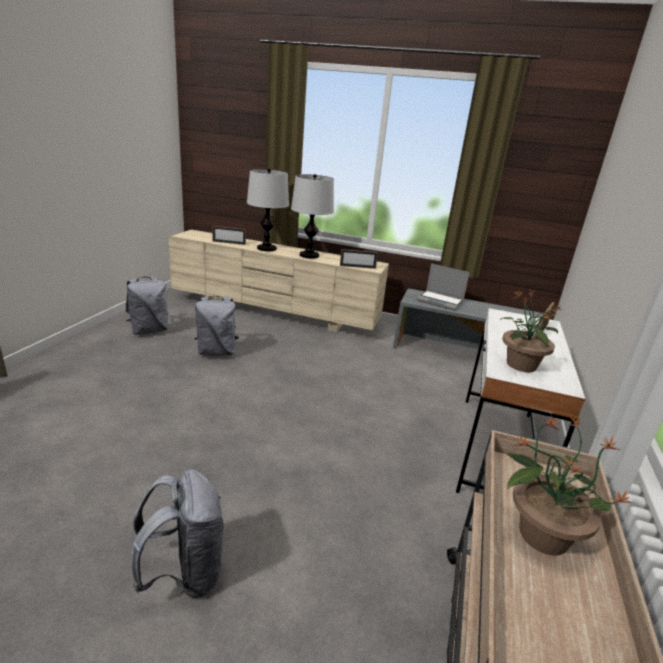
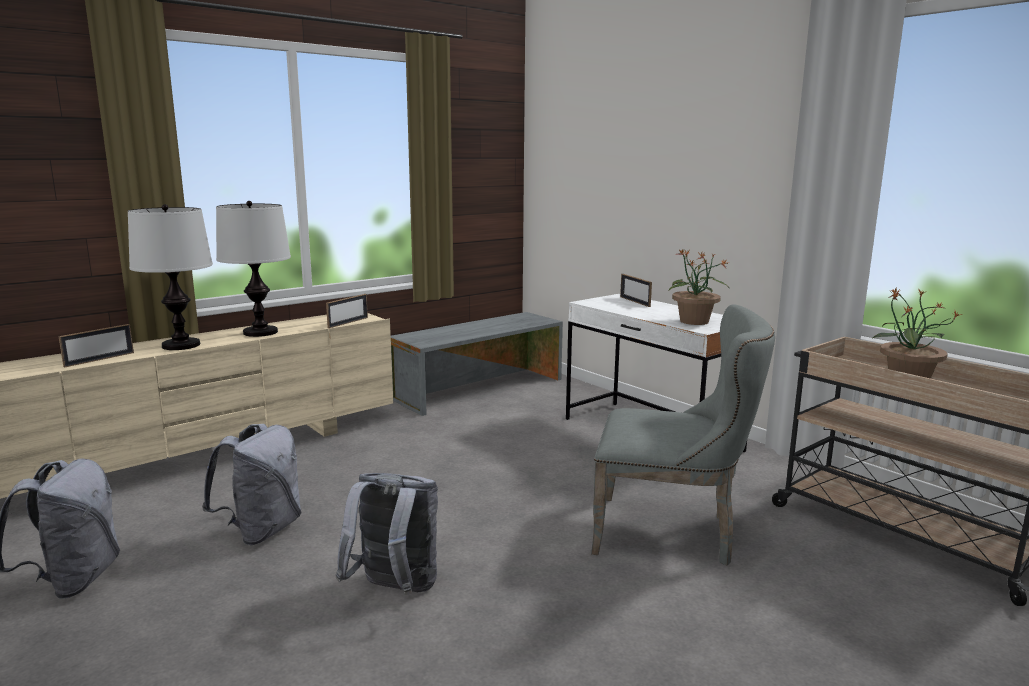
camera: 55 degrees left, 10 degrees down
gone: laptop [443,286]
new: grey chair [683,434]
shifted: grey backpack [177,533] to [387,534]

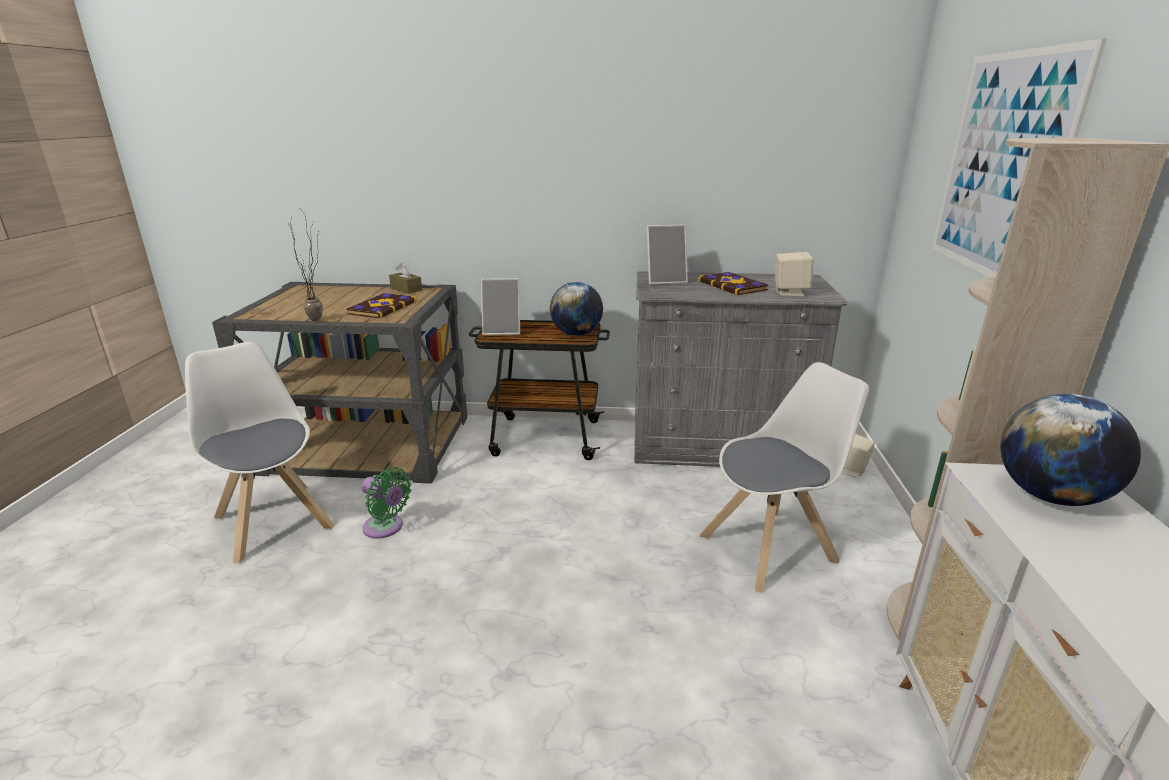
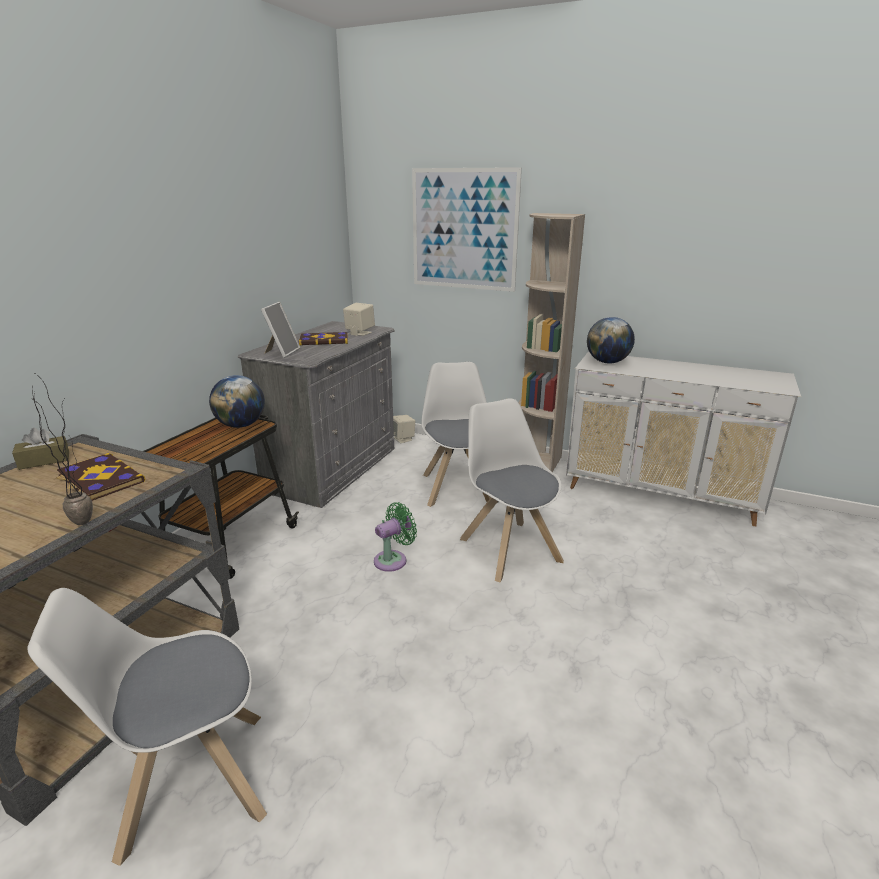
camera: 70 degrees left, 0 degrees up
gone: picture frame [500,306]
new: chair [512,490]
shifted: green fan [386,503] to [395,537]

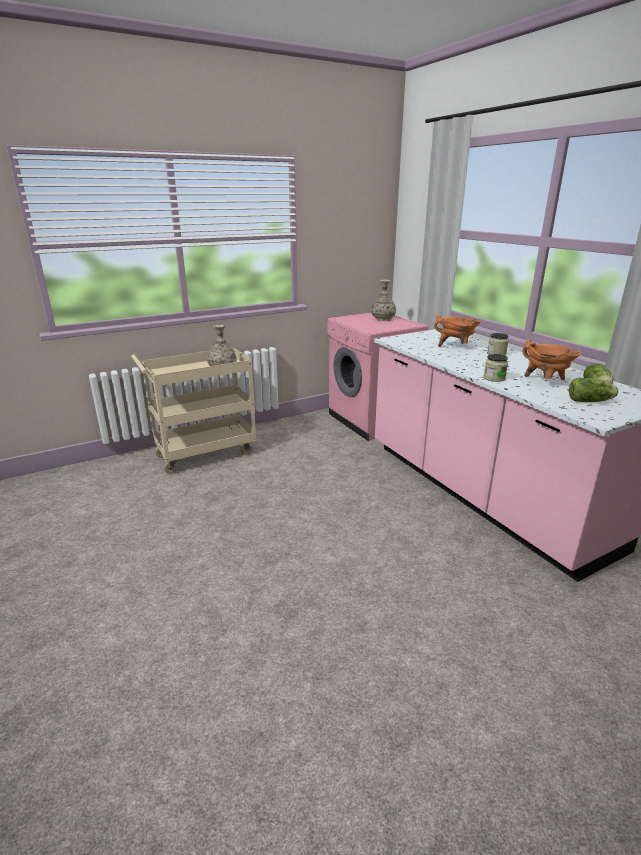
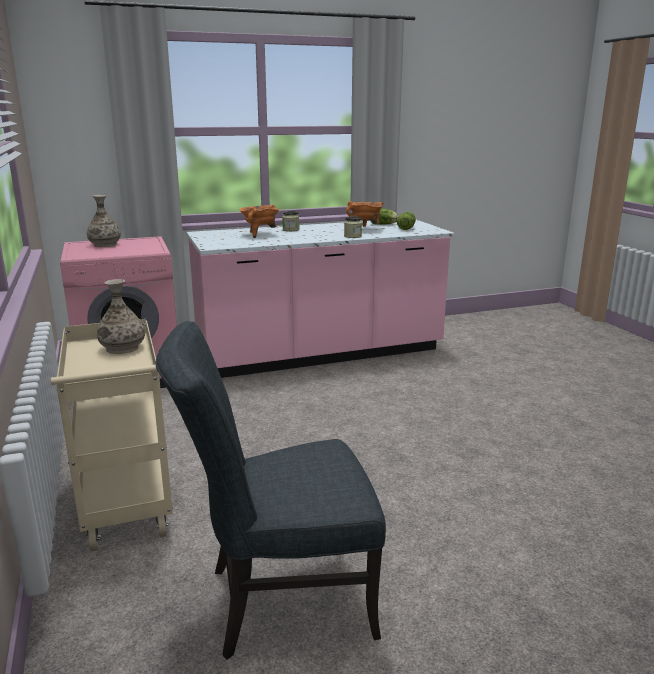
camera: 80 degrees left, 5 degrees down
new: grey chair [271,490]

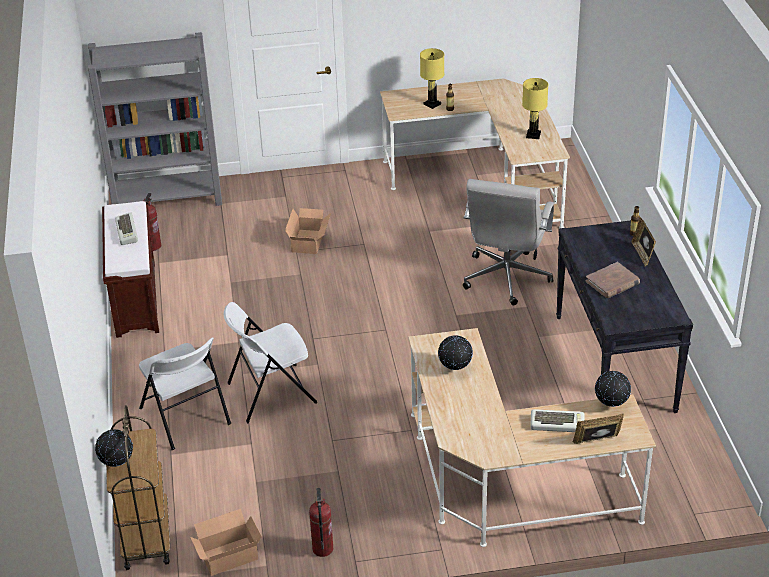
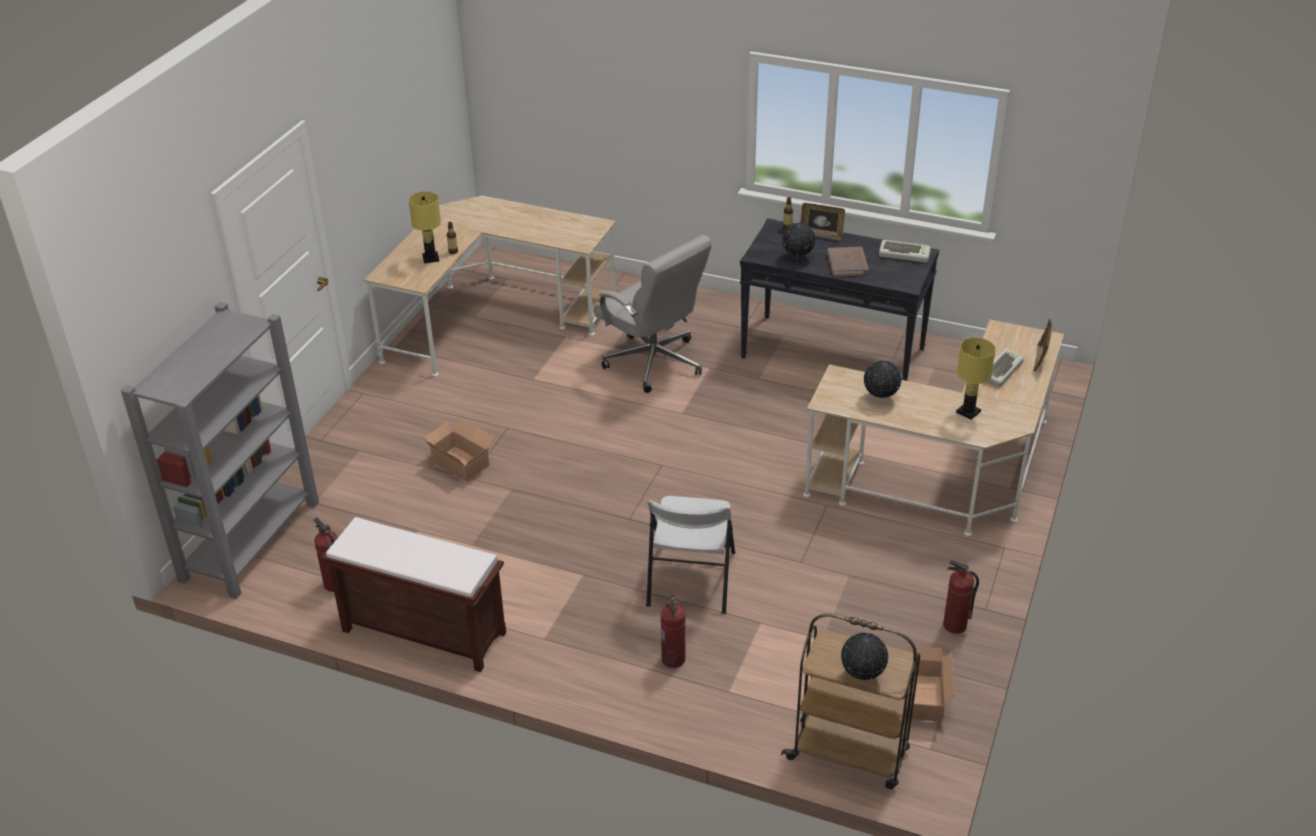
camera: 60 degrees left, 0 degrees up
shifted: keyboard [126,228] to [905,251]; yellow table lamp [535,108] to [976,379]; globe [613,389] to [799,239]
swapped: white chair [185,393] to fire extinguisher [673,631]

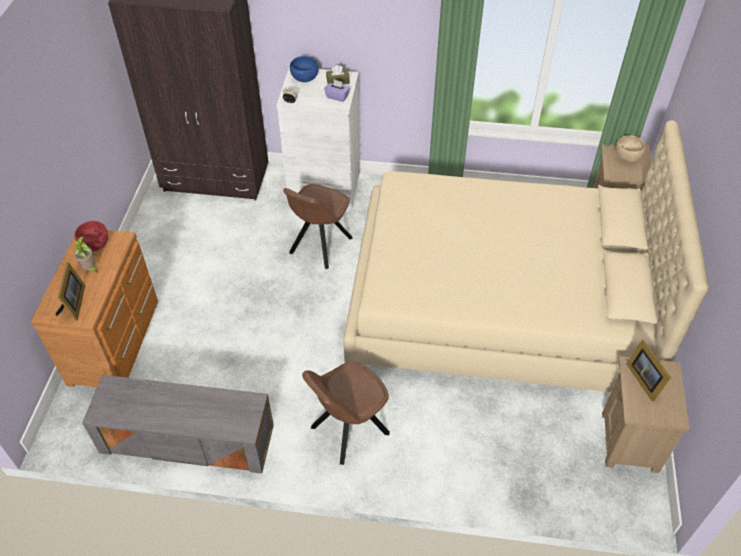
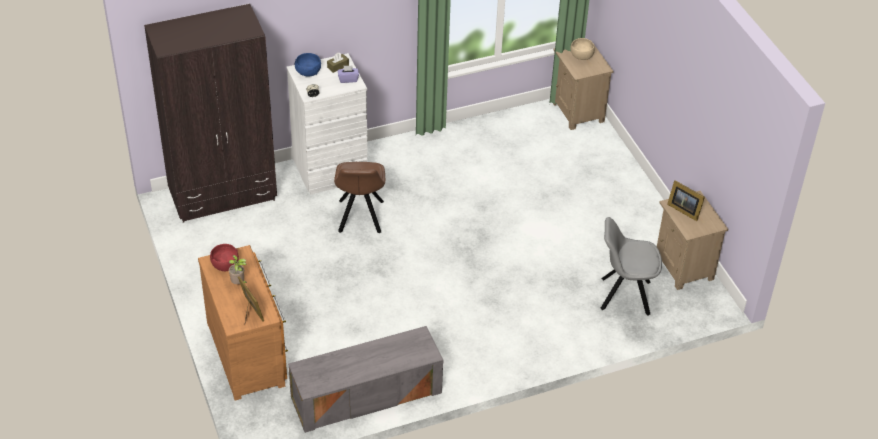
camera: 30 degrees left, 5 degrees down
gone: brown chair [346,413]; beige bed [526,256]
new: grey chair [631,266]

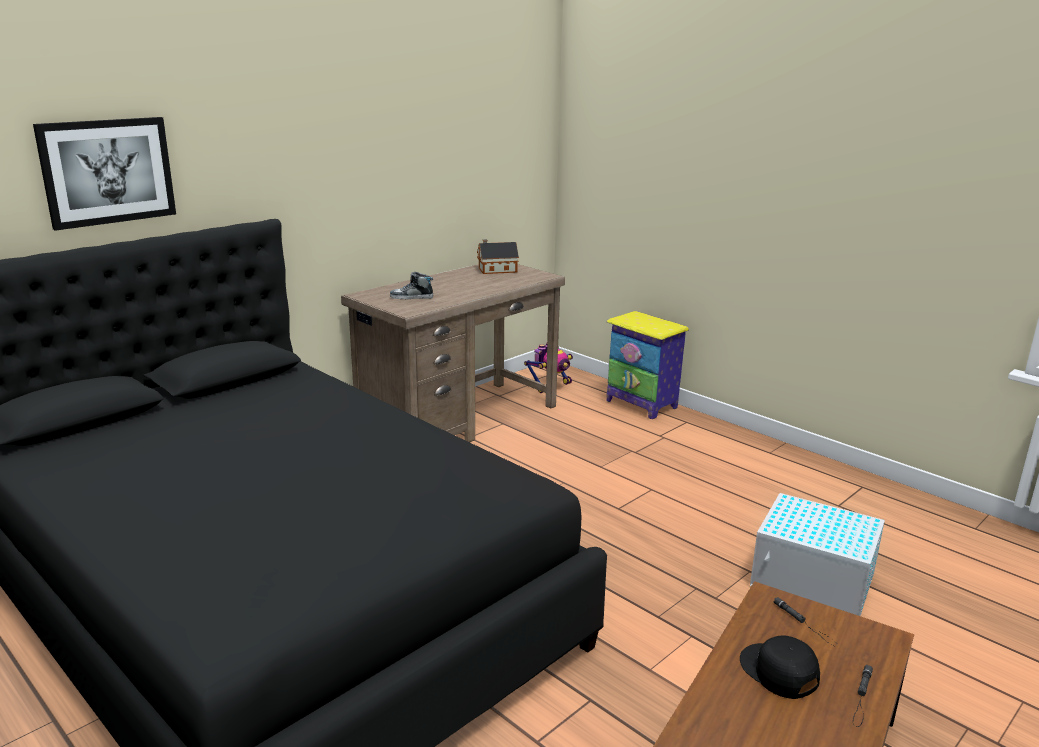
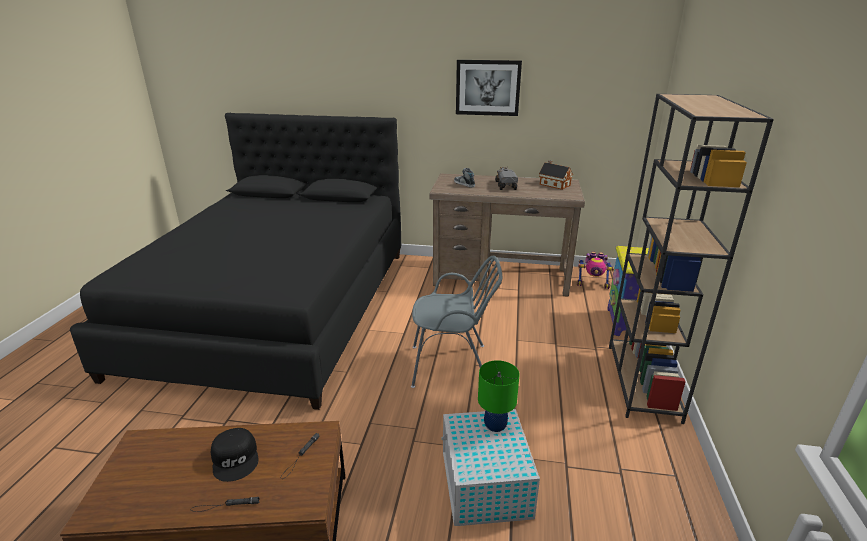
camera: 55 degrees right, 5 degrees up
new: grey chair [456,322]; green table lamp [499,396]; toy truck [506,178]; bookcase [691,259]
shifted: picture [104,174] to [489,88]
rotated: black cap [780,667] = [235,455] 135 degrees clockwise

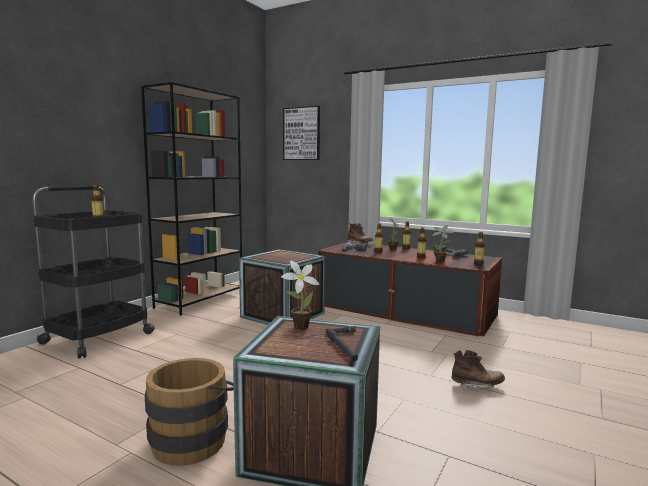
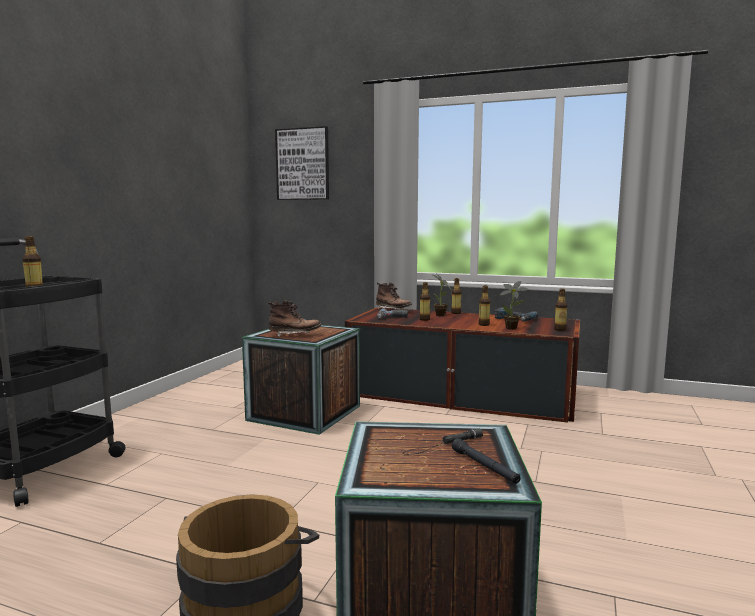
camera: 10 degrees left, 0 degrees up
gone: beige bookcase [191,199]; potted plant [300,295]
shifted: brown boot [478,370] to [294,318]

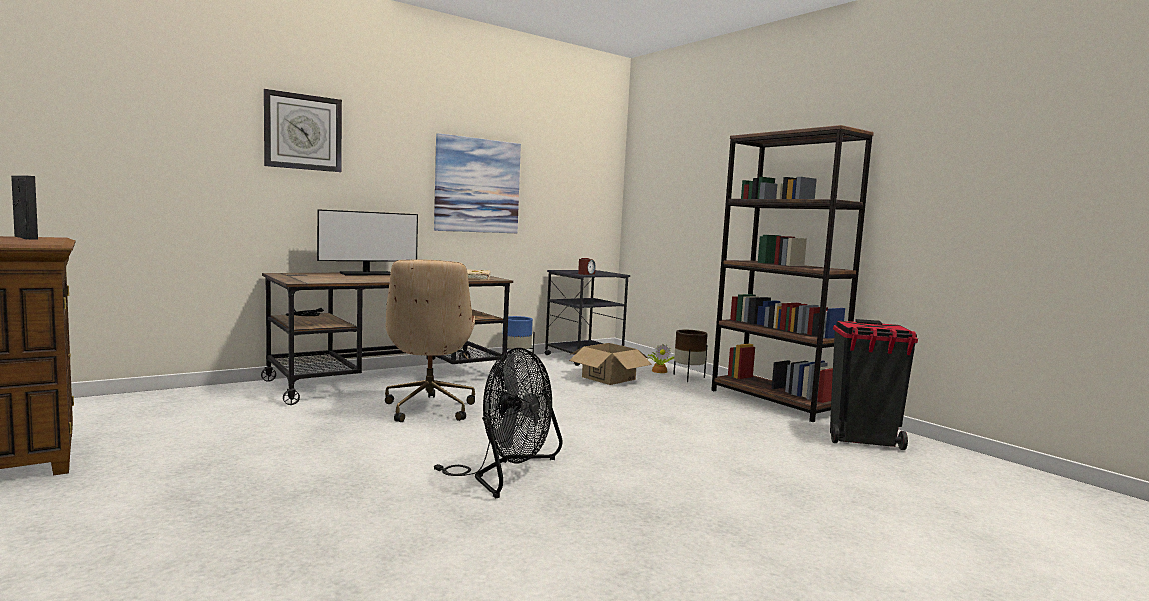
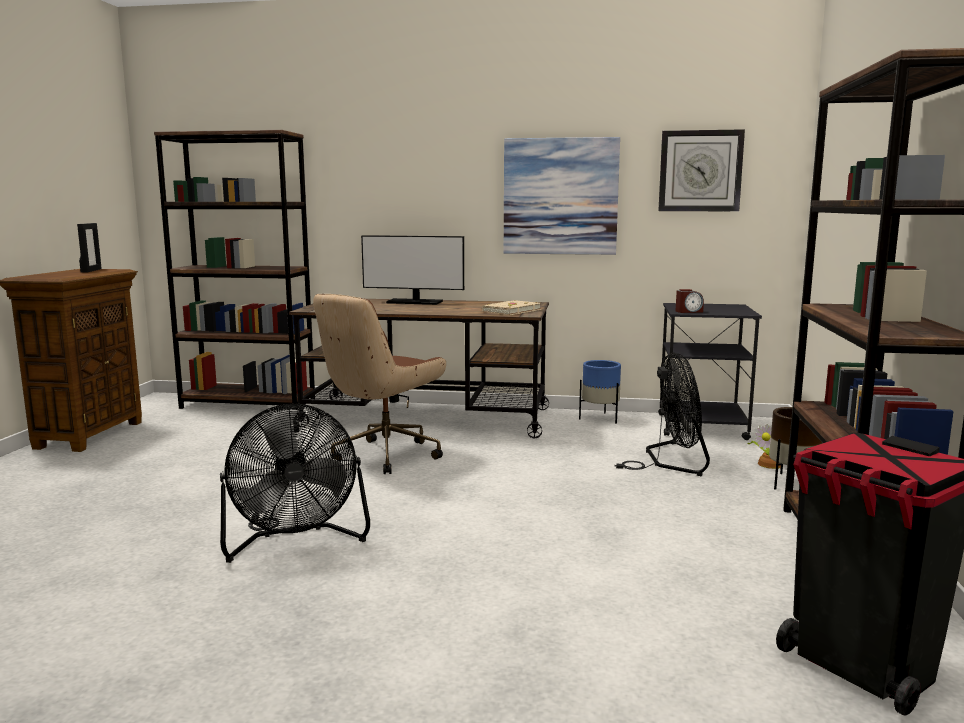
camera: 45 degrees right, 5 degrees up
new: brown bookcase [234,269]
shifted: wall clock [303,130] to [701,170]
swapped: cardboard box [610,364] to black fan [662,414]

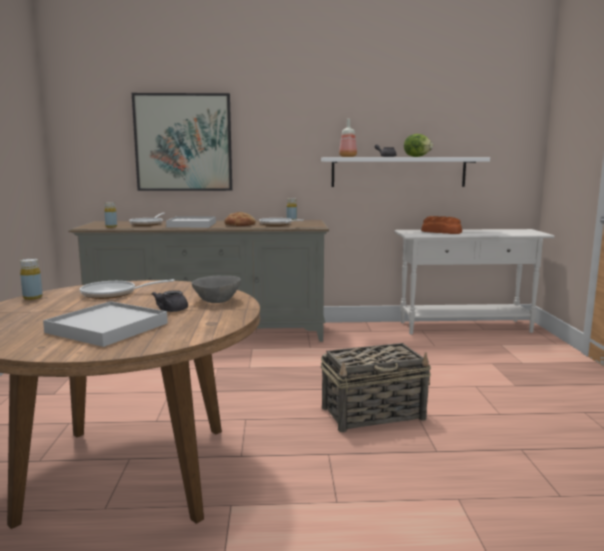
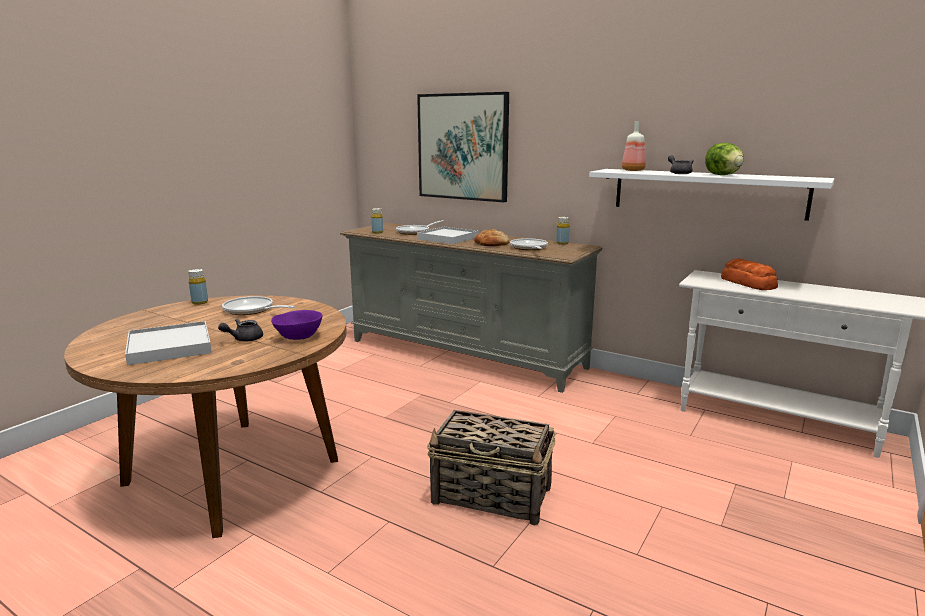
camera: 35 degrees right, 5 degrees up
repainted: grey bowl [216,289] to purple bowl [297,325]

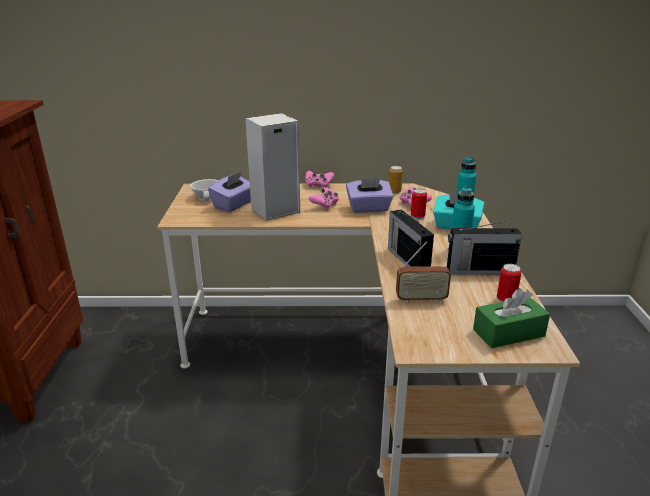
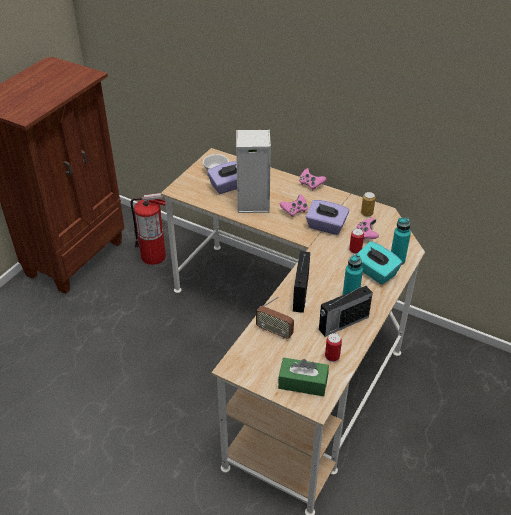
camera: 30 degrees right, 15 degrees up
new: fire extinguisher [148,229]
rotated: radio [484,246] = [346,310] 60 degrees counterclockwise

